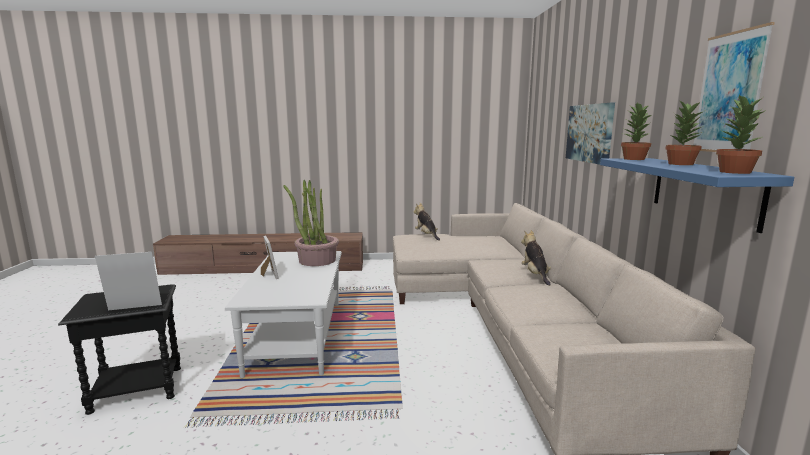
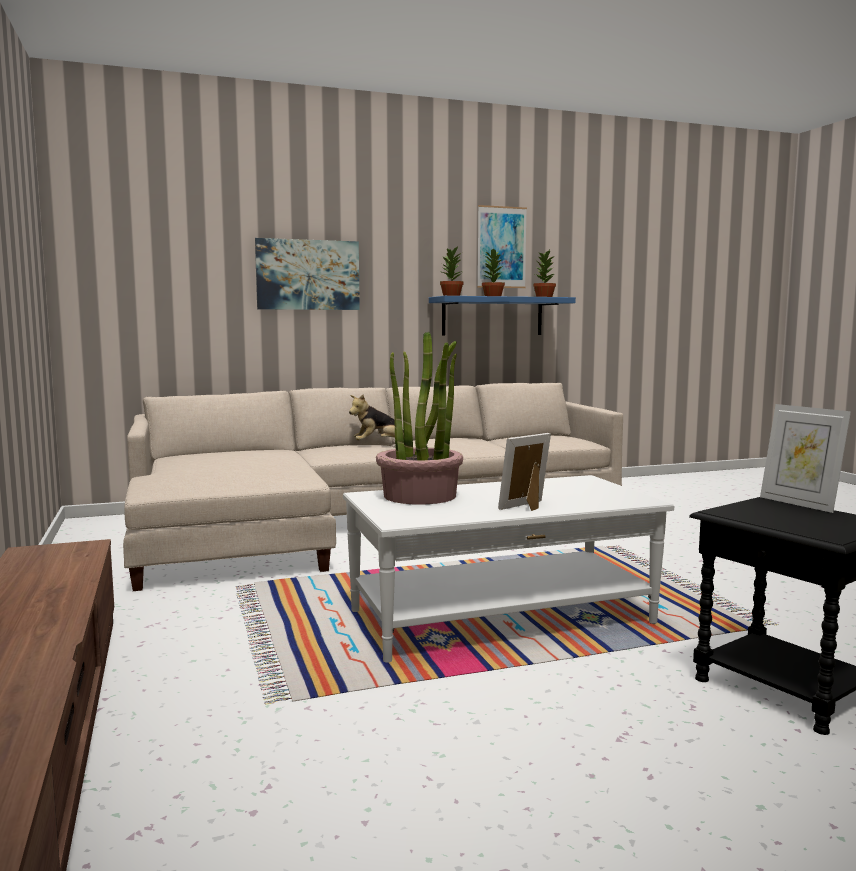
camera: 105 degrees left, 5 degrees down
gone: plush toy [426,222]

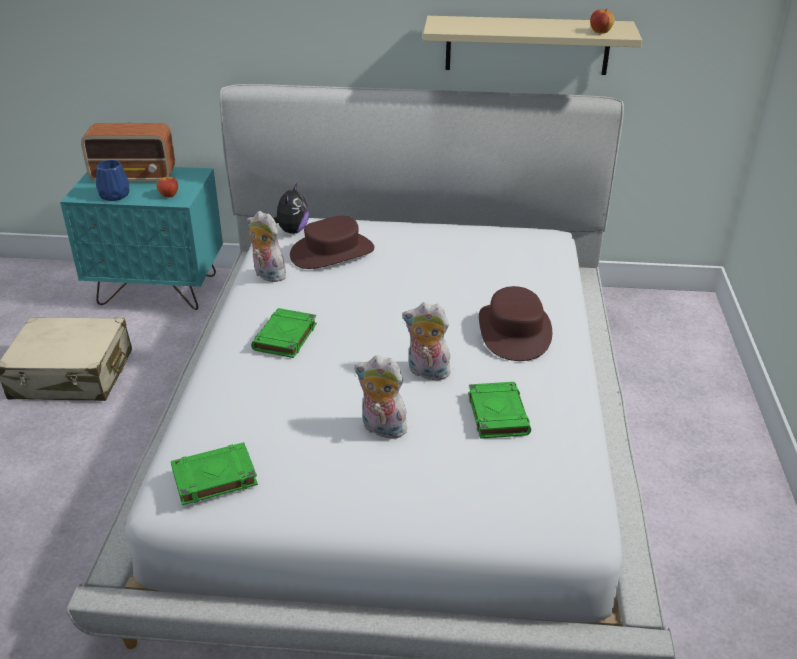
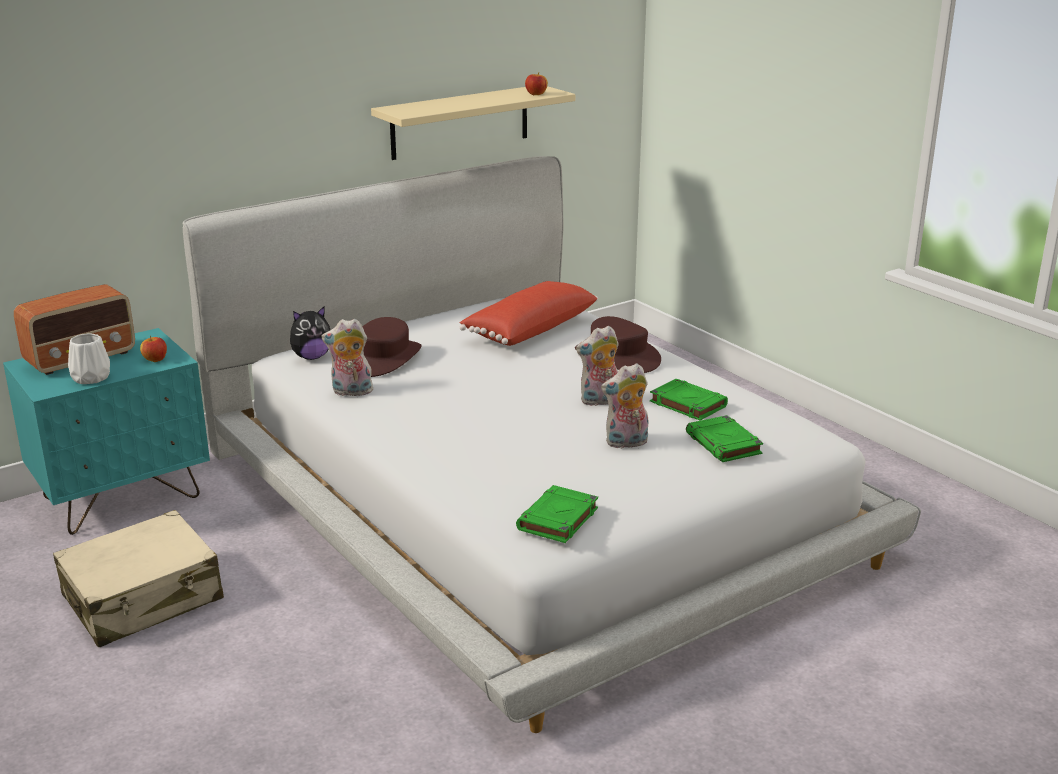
camera: 40 degrees left, 10 degrees down
new: red pillow [529,313]
shifted: green book [284,333] to [724,438]
repainted: blue vase [113,180] to white vase [89,359]
rotated: plush toy [291,208] = [310,333] 90 degrees clockwise

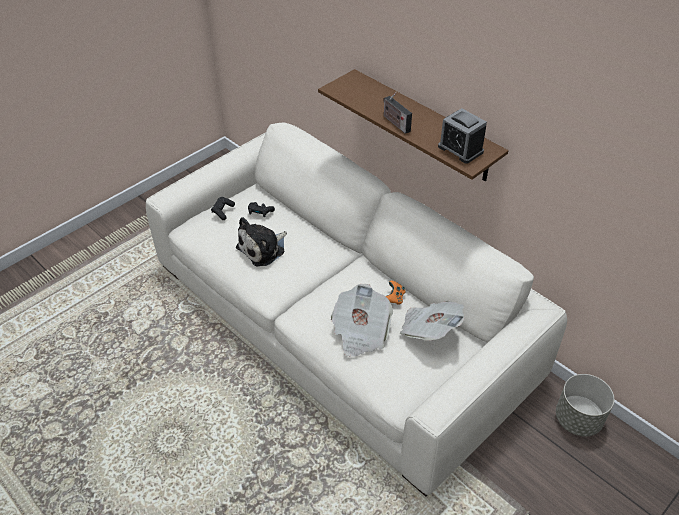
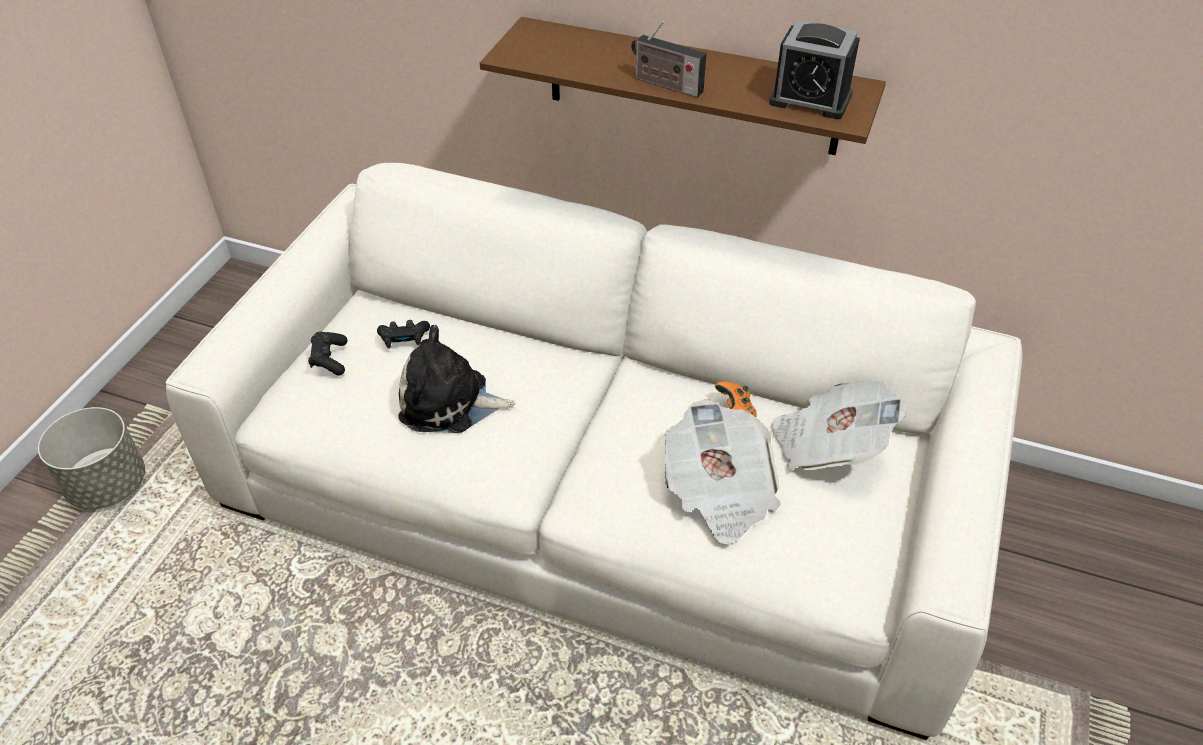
camera: 25 degrees left, 0 degrees up
shifted: grey planter [585,405] to [91,458]
rotated: plush toy [261,241] = [456,379] 75 degrees clockwise

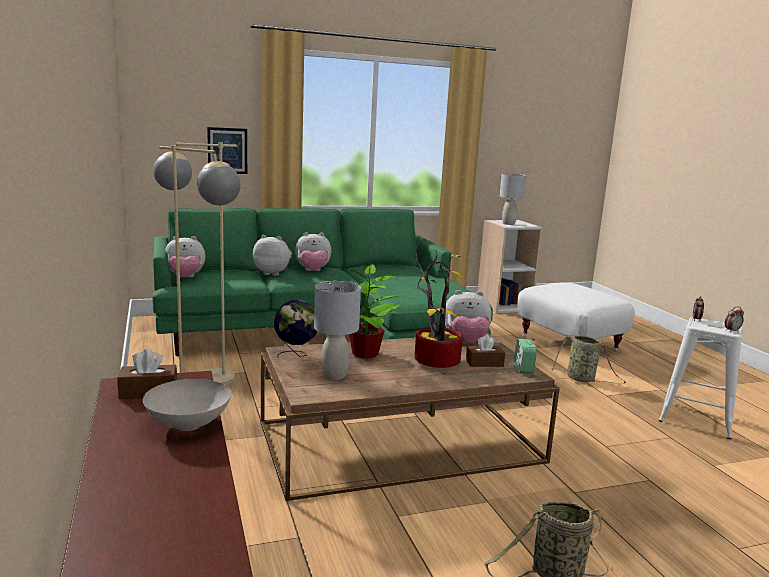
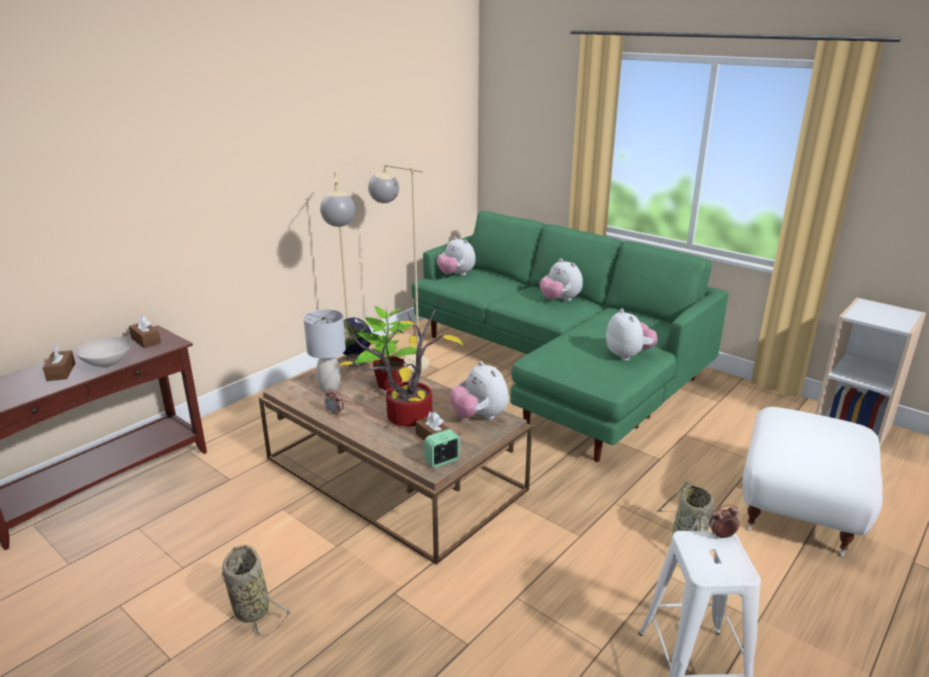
camera: 60 degrees right, 10 degrees up
gone: picture [227,150]; grey table lamp [513,199]
new: brown tissue box [59,363]
shifted: plush toy [272,255] to [631,335]; alarm clock [734,319] to [334,402]

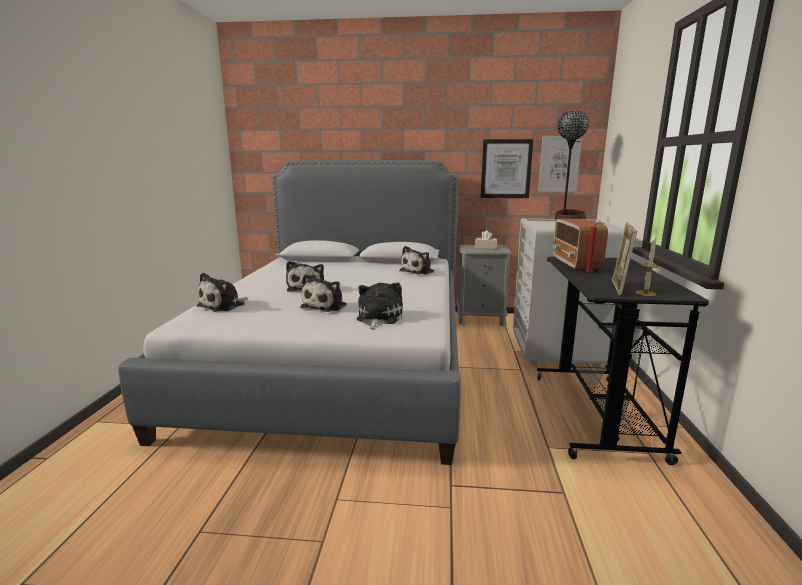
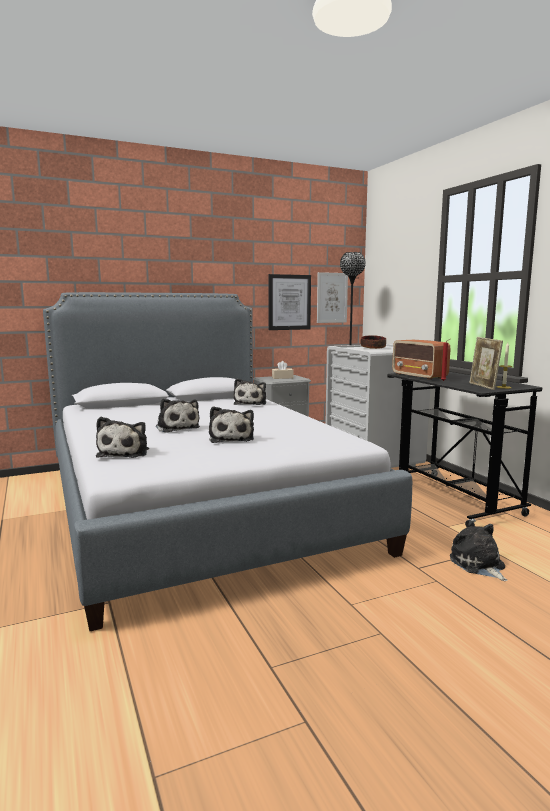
camera: 30 degrees left, 5 degrees down
shifted: plush toy [380,306] to [479,552]

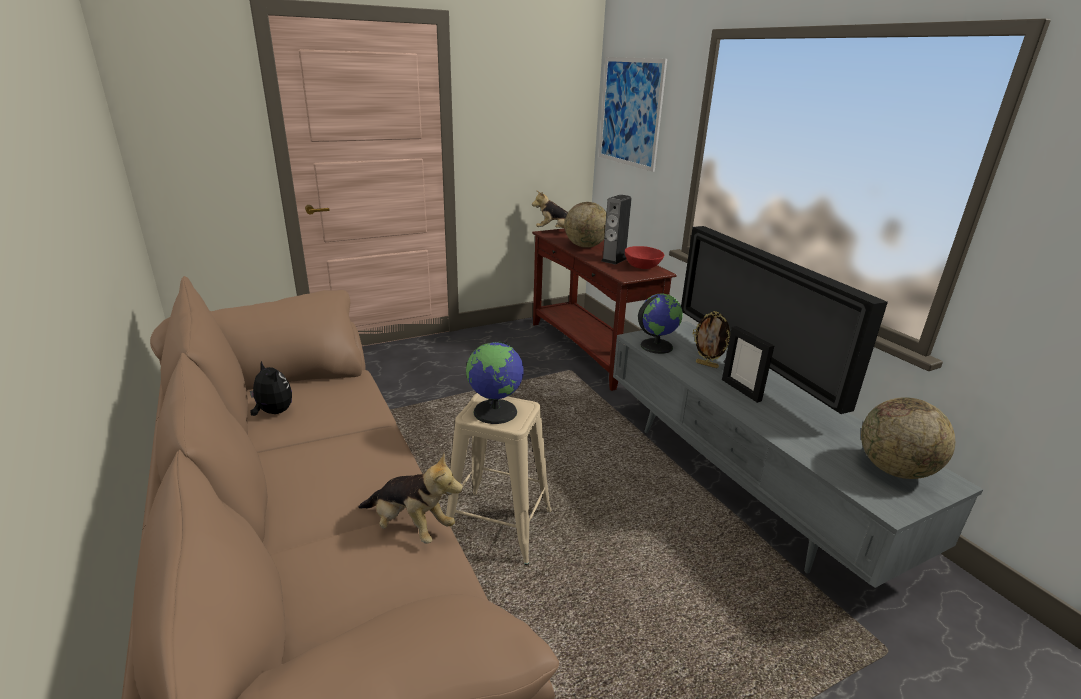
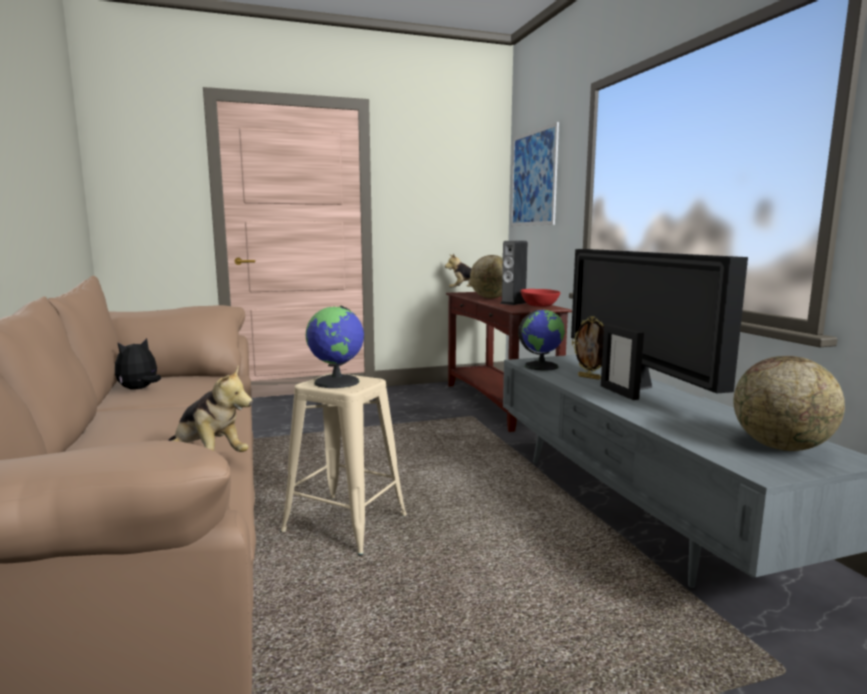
camera: 10 degrees right, 15 degrees down
rotated: plush toy [271,388] = [138,364] 105 degrees counterclockwise

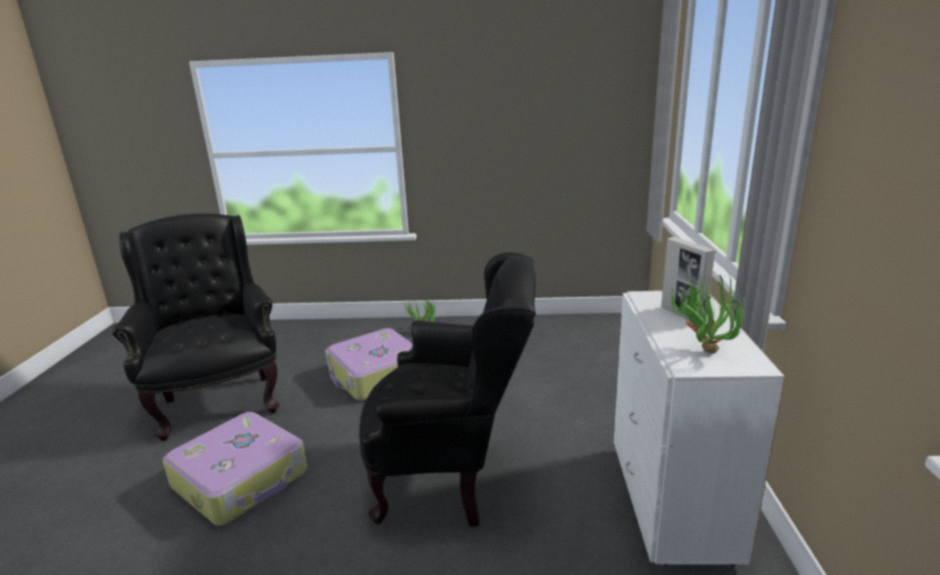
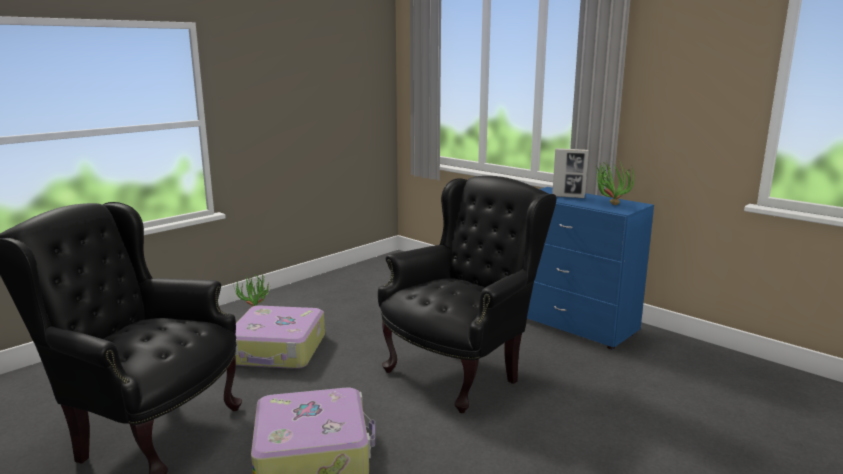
camera: 50 degrees left, 5 degrees down
repainted: white dresser [699,428] to blue dresser [590,268]

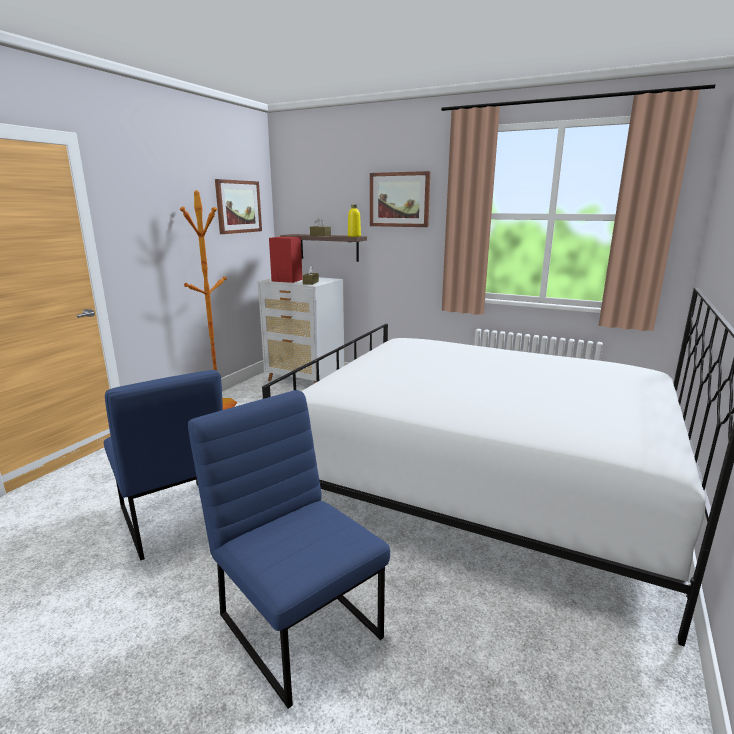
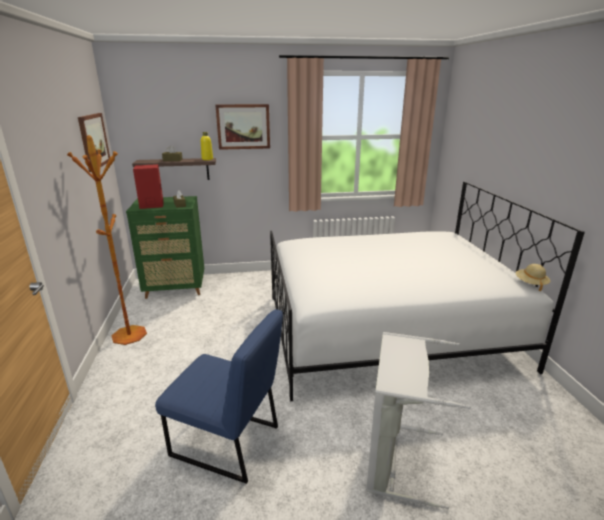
camera: 35 degrees left, 5 degrees up
new: beige hat [532,277]
swapped: blue chair [289,549] to grey laundry basket [418,421]
repainted: white dresser [300,329] to green dresser [165,247]

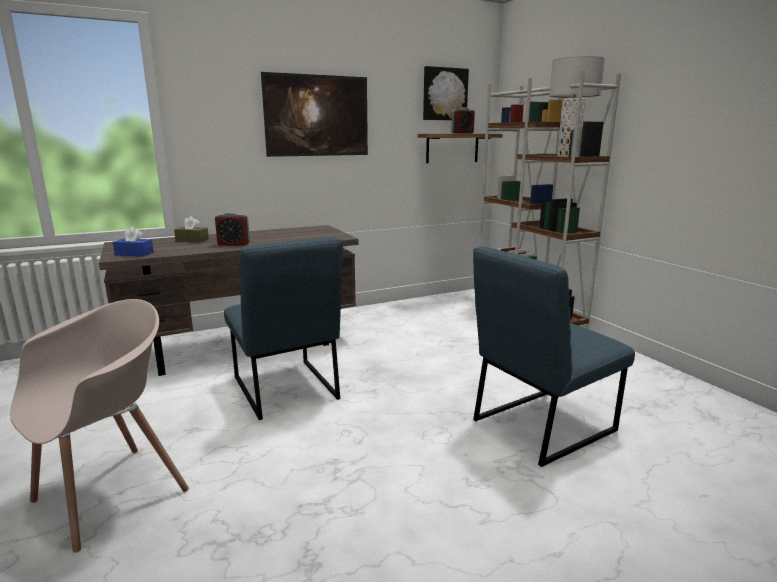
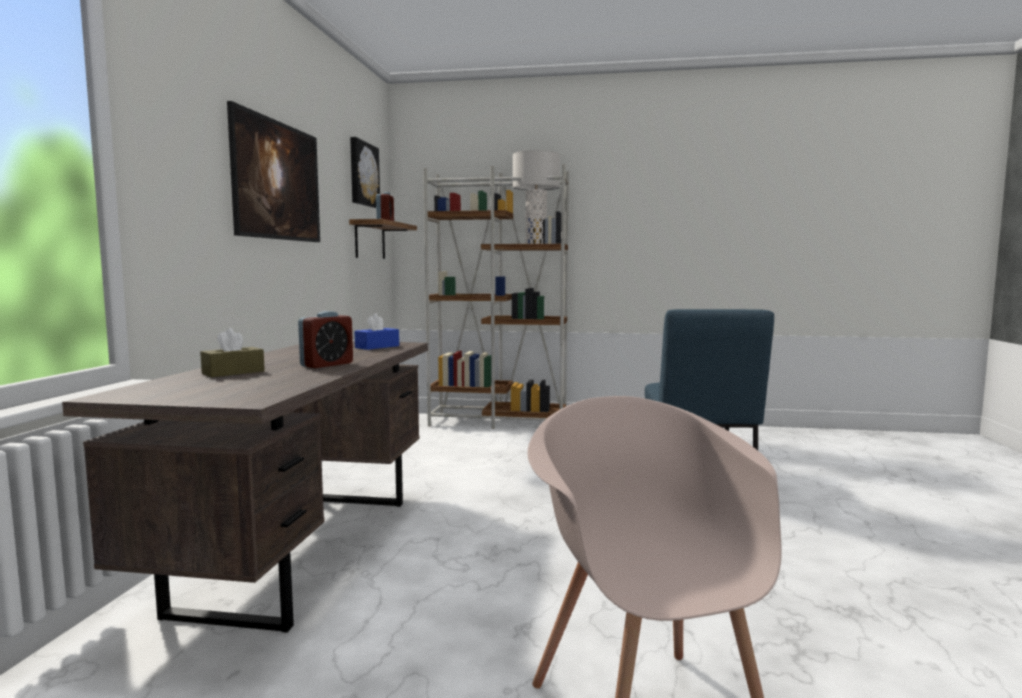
camera: 55 degrees left, 10 degrees down
gone: blue chair [283,328]
shifted: blue tissue box [133,241] to [376,331]

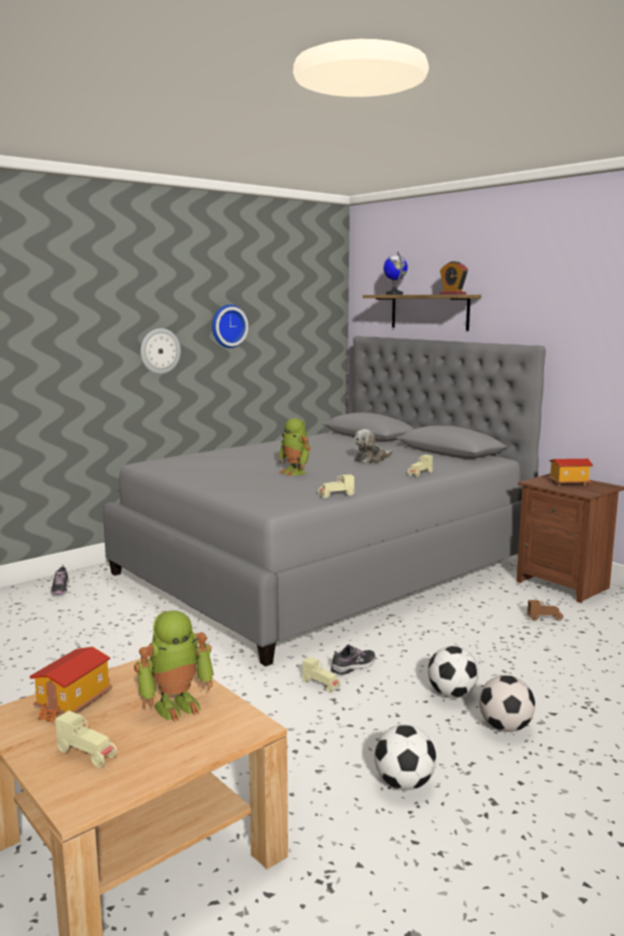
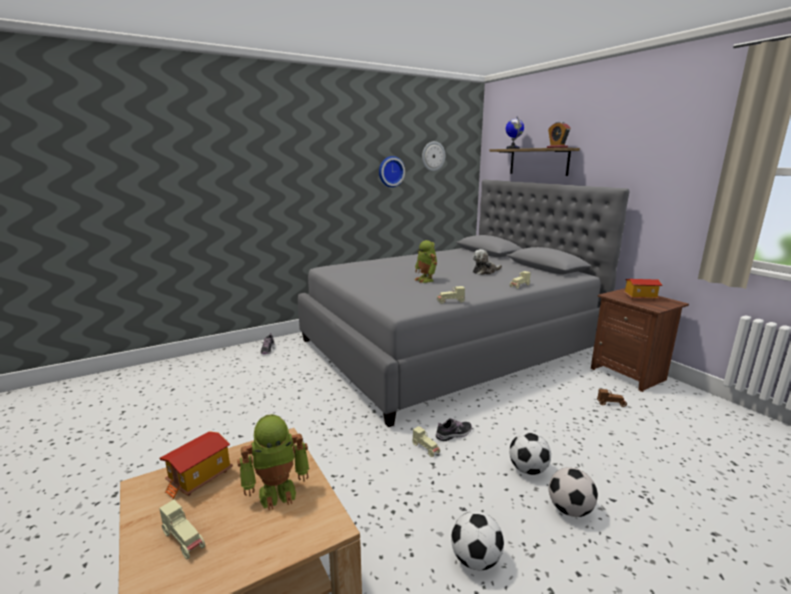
camera: 10 degrees right, 5 degrees up
shifted: wall clock [161,351] to [433,156]

